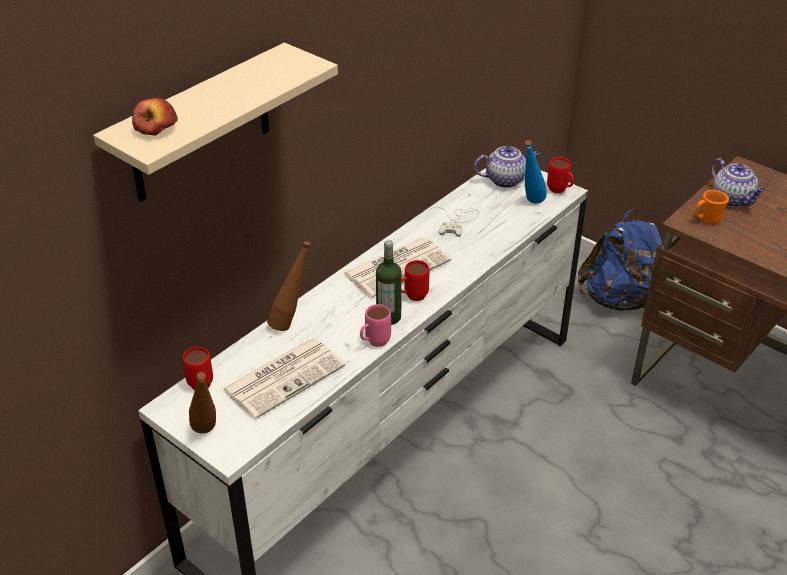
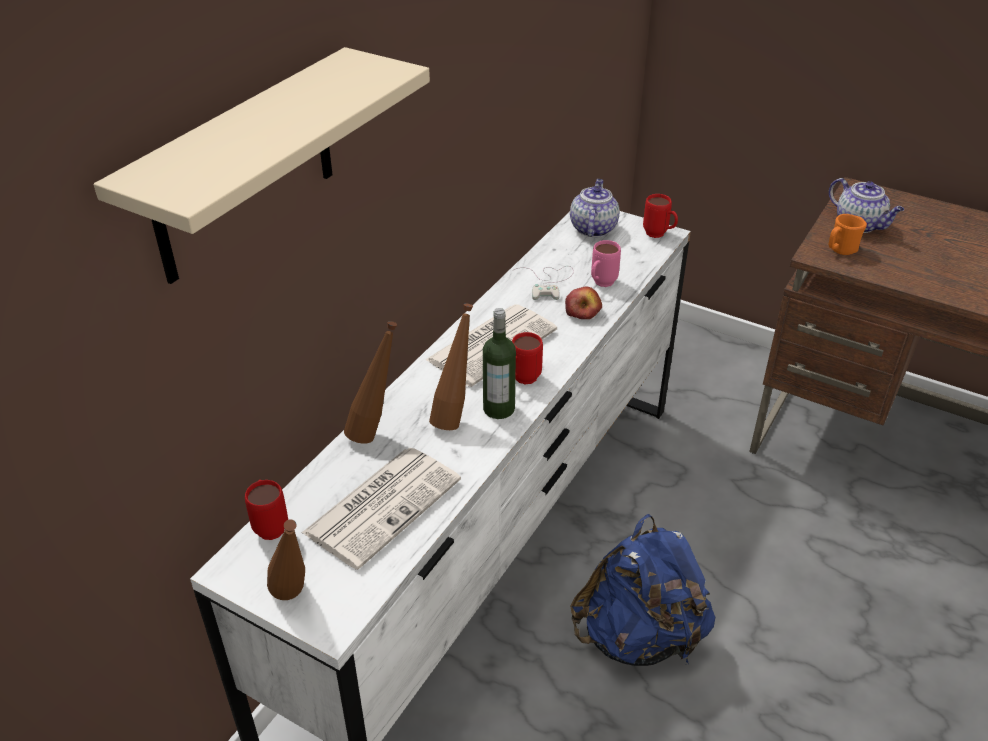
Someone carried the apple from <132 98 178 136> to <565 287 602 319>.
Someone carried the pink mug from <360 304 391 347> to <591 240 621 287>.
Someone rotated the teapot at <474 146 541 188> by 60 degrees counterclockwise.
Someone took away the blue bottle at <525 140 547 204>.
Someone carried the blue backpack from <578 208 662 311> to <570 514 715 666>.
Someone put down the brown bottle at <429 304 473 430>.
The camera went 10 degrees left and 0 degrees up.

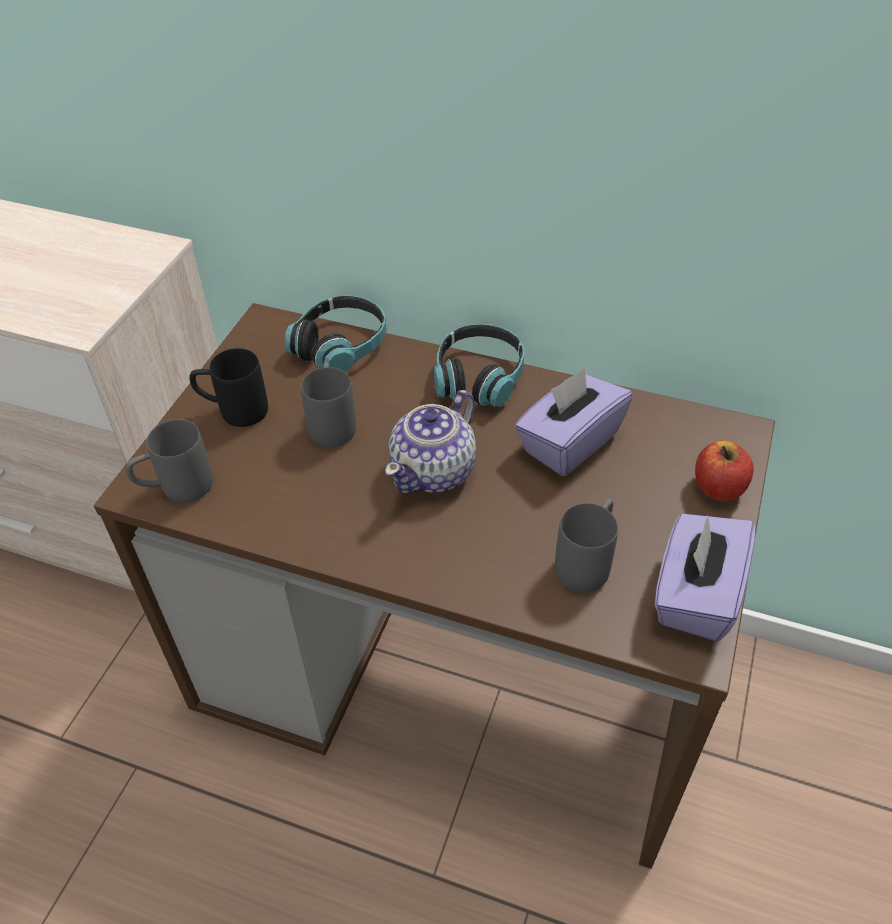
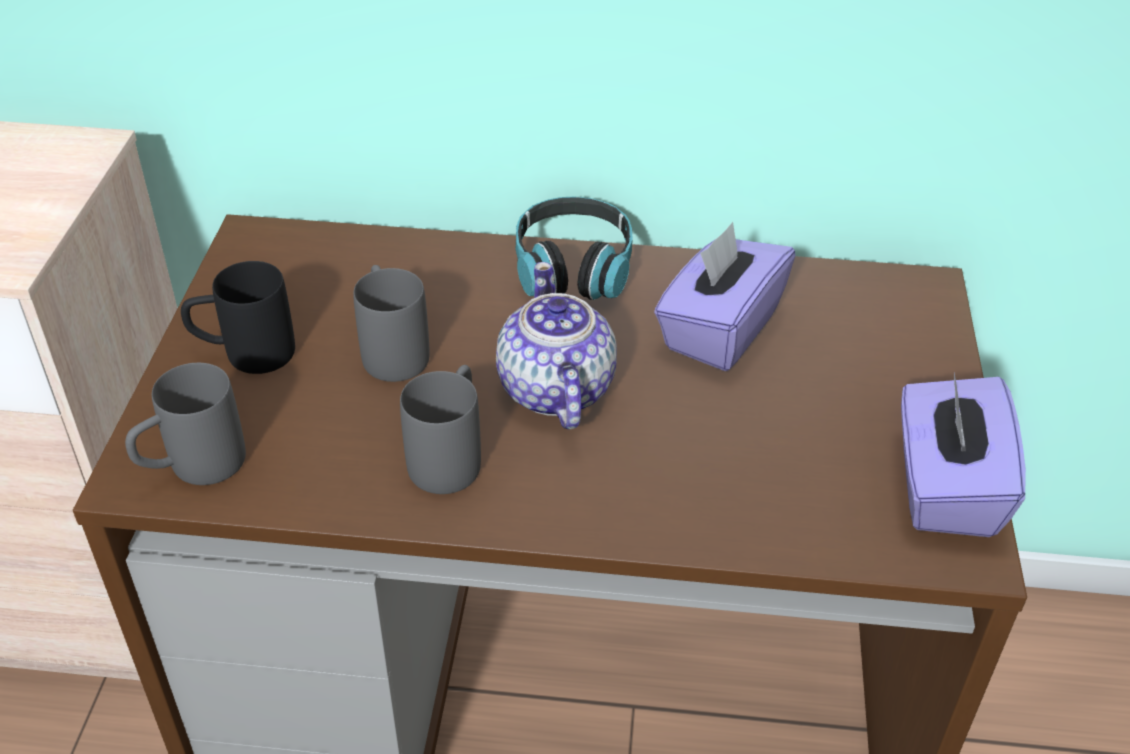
Someone took away the headphones at <285 295 387 372>.
Someone rotated the teapot at <385 390 476 494> by 150 degrees clockwise.
Someone carried the grey mug from <555 498 618 592> to <400 365 481 494>.
Someone took away the apple at <695 440 754 501>.
The camera went 15 degrees left and 5 degrees down.

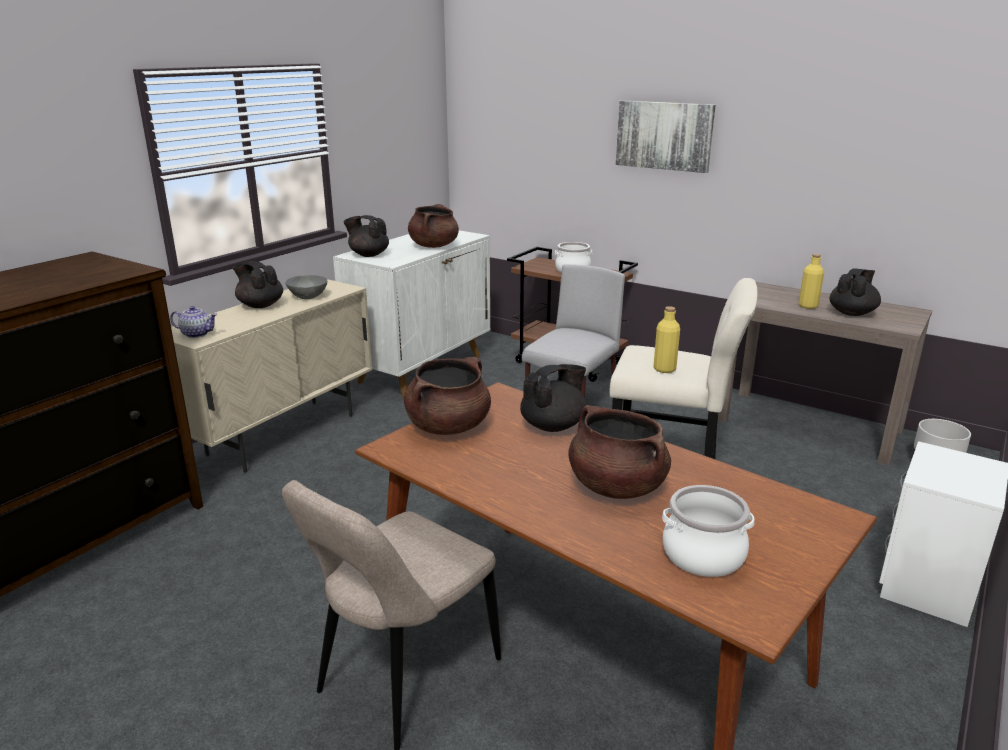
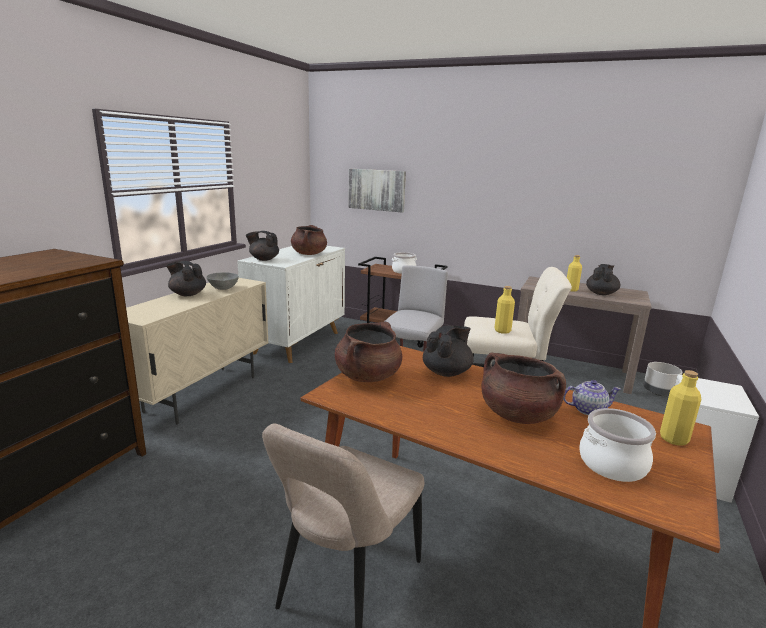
Someone carried the teapot from <170 306 218 338> to <563 380 621 415>.
Someone carried the picture from <616 100 716 173> to <348 169 406 212>.
Someone put down the yellow bottle at <660 370 701 446>.
The camera went 10 degrees left and 5 degrees down.

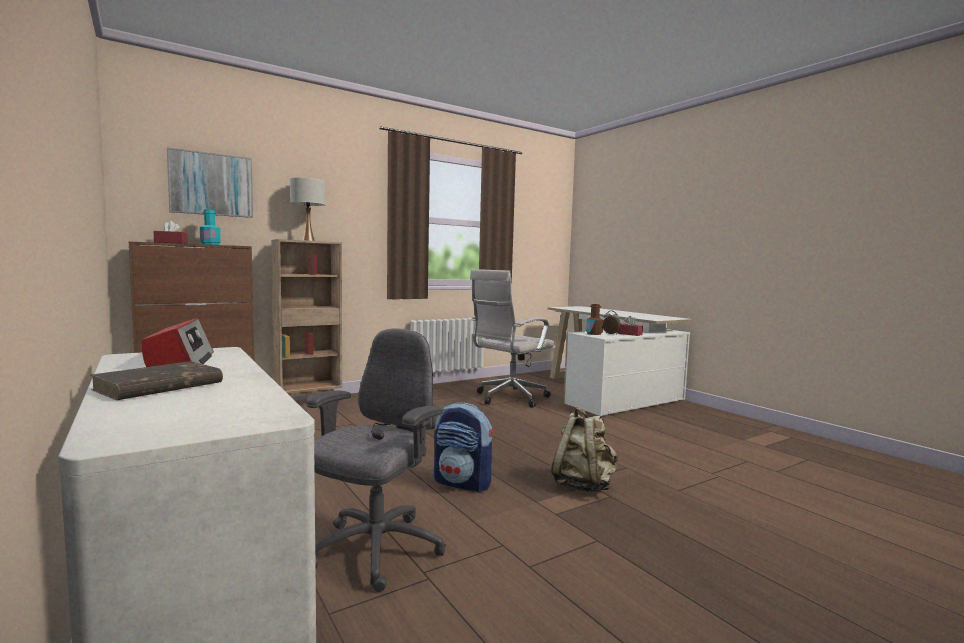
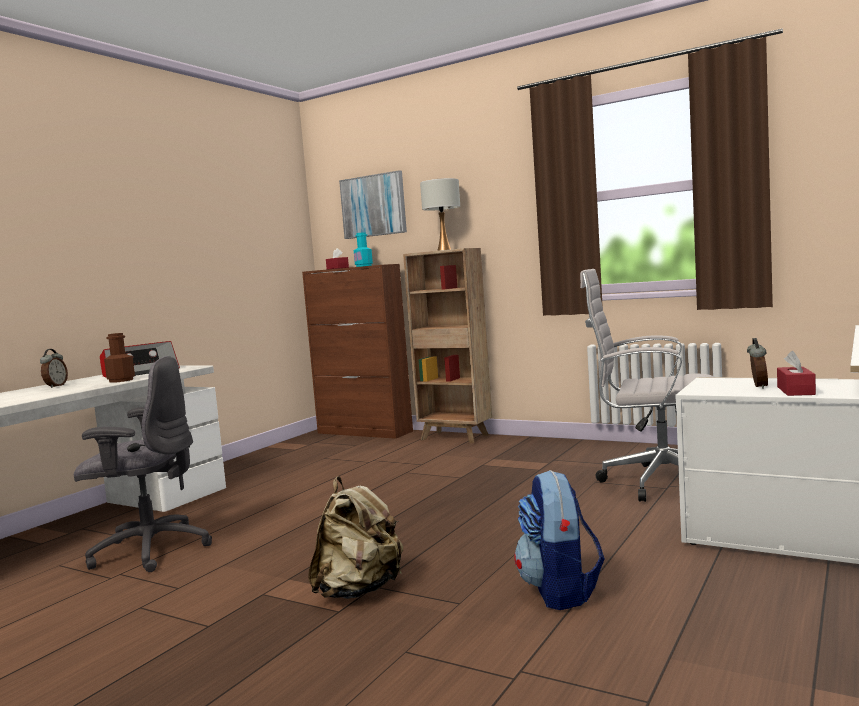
Someone swapped the brown book at <91 361 223 400> for the alarm clock at <40 349 68 388>.
Someone carried the backpack from <434 403 494 492> to <514 470 605 610>.
Someone carried the brown bottle from <586 304 603 335> to <104 333 135 383>.
The camera went 65 degrees right and 0 degrees up.

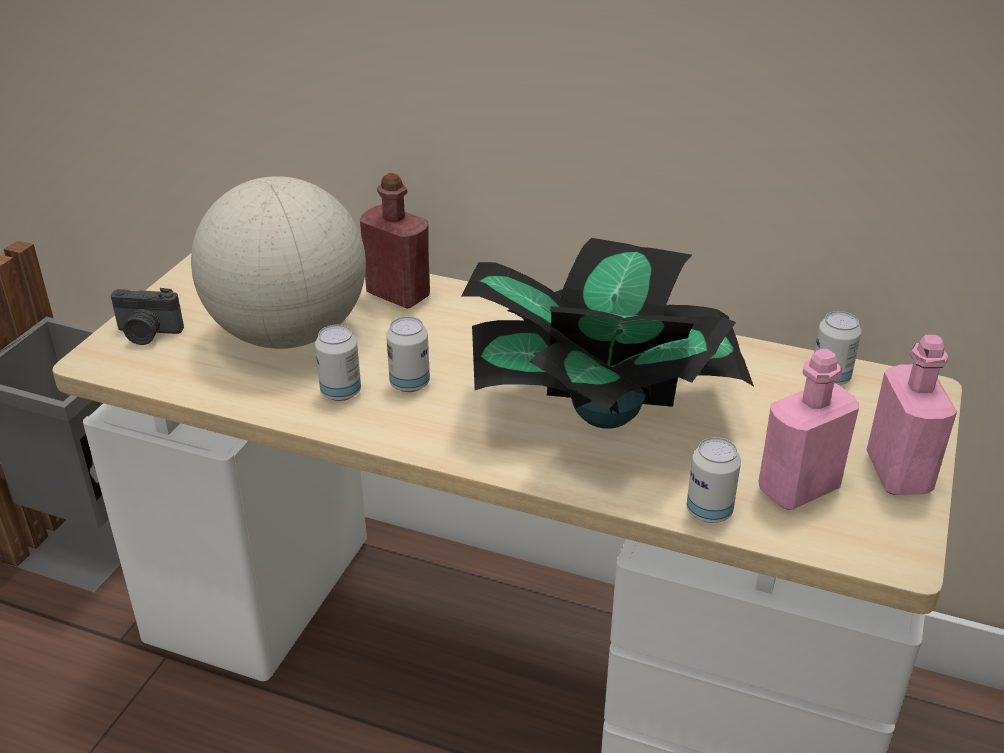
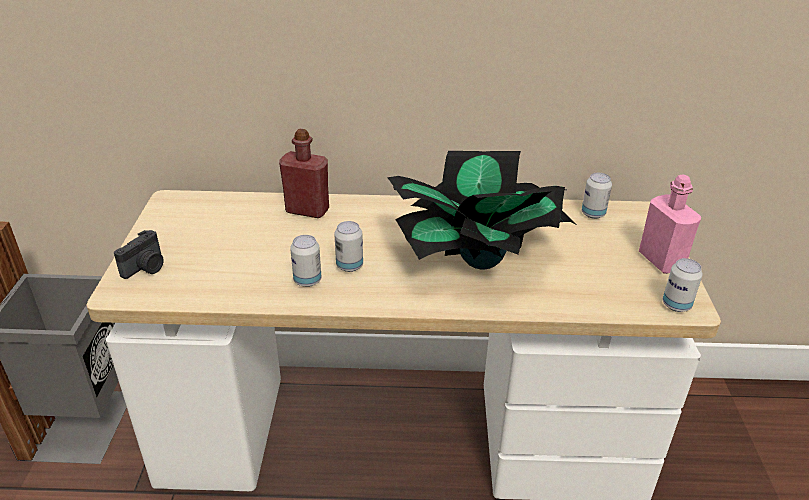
Someone rotated the photo camera at <111 288 184 345> by 45 degrees counterclockwise.
Someone took away the globe at <191 176 366 349>.
Someone carried the can from <687 437 741 523> to <663 258 703 312>.
Someone took away the pink bottle at <758 349 859 510>.
The camera went 20 degrees left and 0 degrees up.

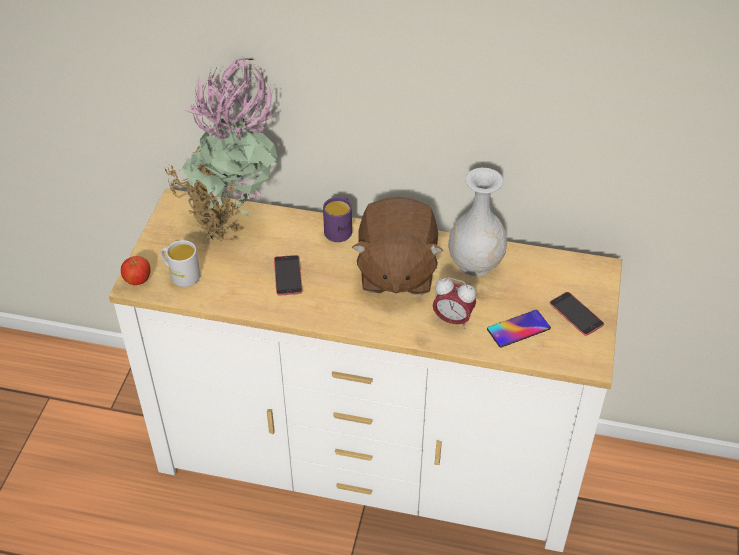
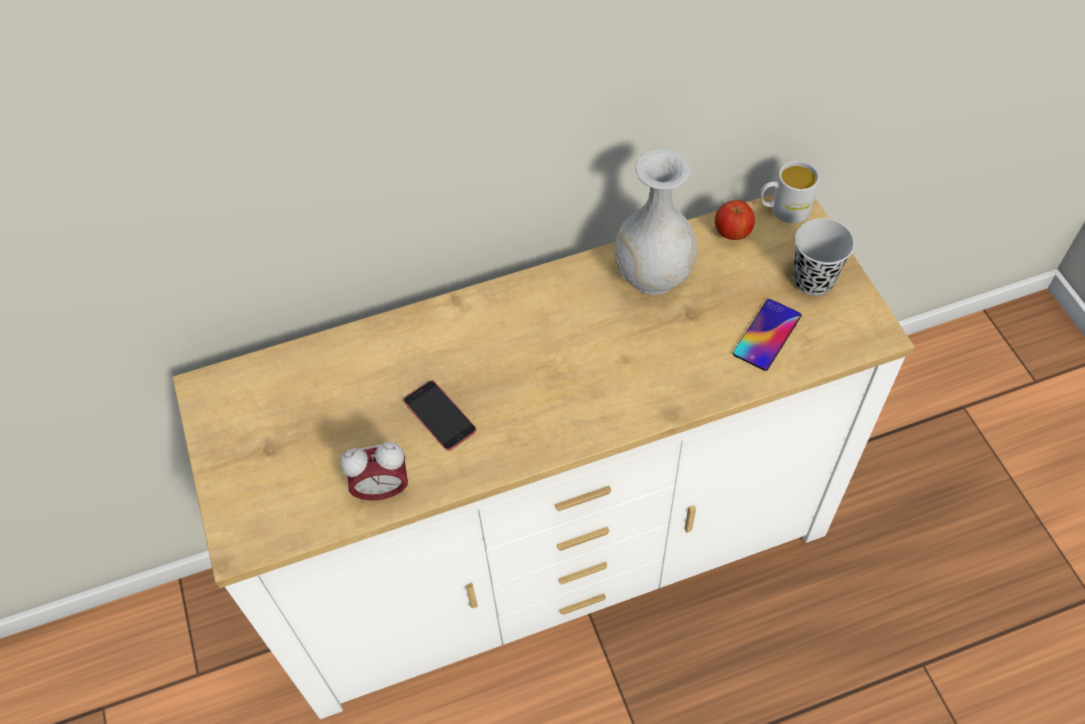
Someone carried the apple from <121 256 151 285> to <715 200 755 240>.
Someone carried the white mug from <161 240 200 287> to <760 161 819 223>.
Someone took away the potted plant at <165 58 278 242>.
Someone took away the purple mug at <323 197 352 242>.
Someone took away the brown plush toy at <352 197 443 295>.
Someone carried the alarm clock from <433 277 476 329> to <340 442 408 503>.
Someone swapped the phone at <550 292 604 336> for the black cup at <793 218 855 296>.
The camera went 30 degrees left and 10 degrees up.

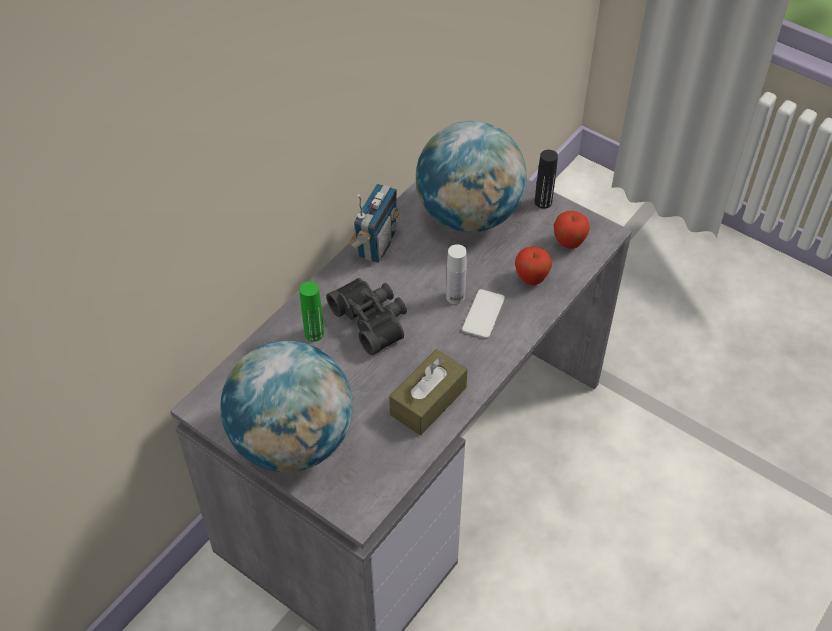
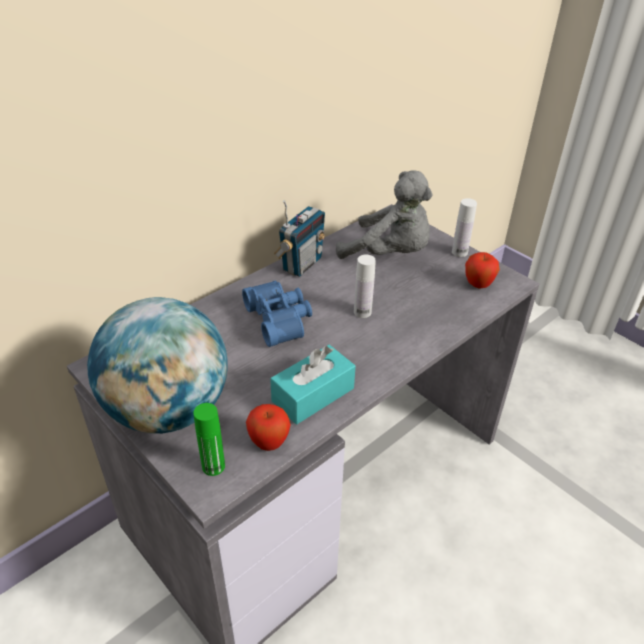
Someone carried the green bottle from <299 281 324 342> to <193 403 225 476>.
Someone repainted the black binoculars at <326 278 407 355>, which became the blue binoculars at <242 281 312 347>.
Someone repainted the brown tissue box at <389 349 467 435>, which became the turquoise tissue box at <270 345 356 424>.
Someone swapped the globe at <416 121 527 232> for the grey plush toy at <336 170 432 259>.
Someone took away the phone at <462 289 505 338>.
Someone carried the apple from <515 247 552 285> to <246 404 291 451>.
Someone repainted the black bottle at <535 150 558 209>, which became the white bottle at <452 198 477 257>.
The camera went 10 degrees right and 10 degrees down.

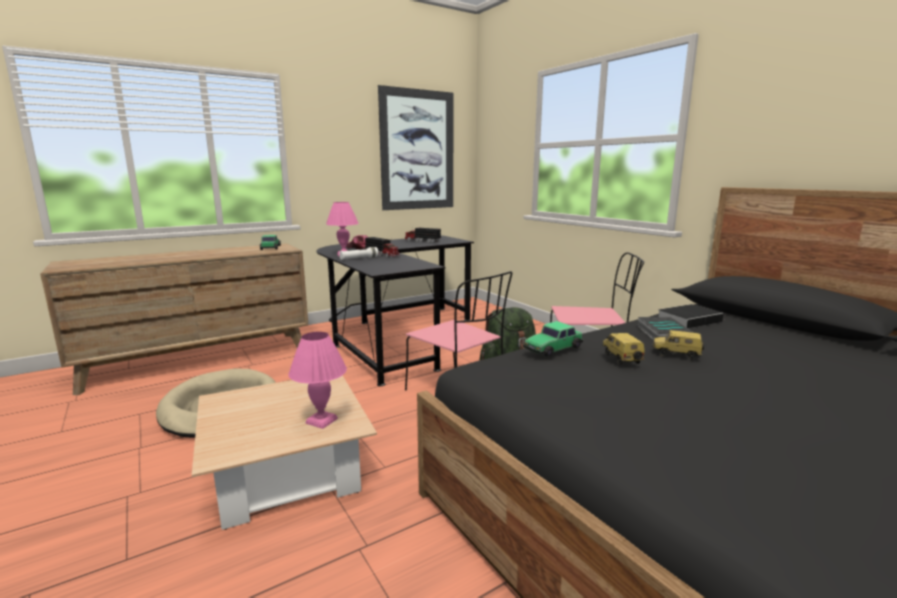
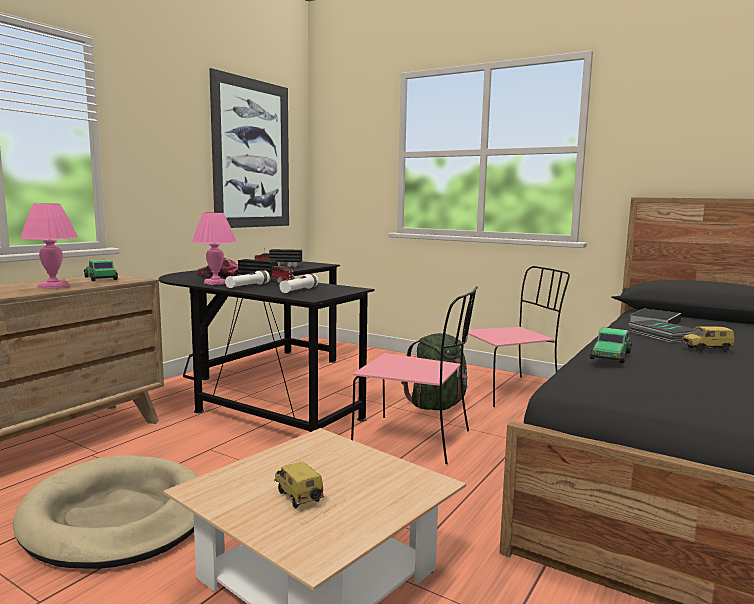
Someone carried the pink table lamp from <288 332 347 429> to <20 203 78 289>.
Someone carried the toy car from <602 333 645 365> to <274 461 324 509>.
Someone put down the white flashlight at <279 274 318 293>.
The camera went 25 degrees left and 5 degrees down.

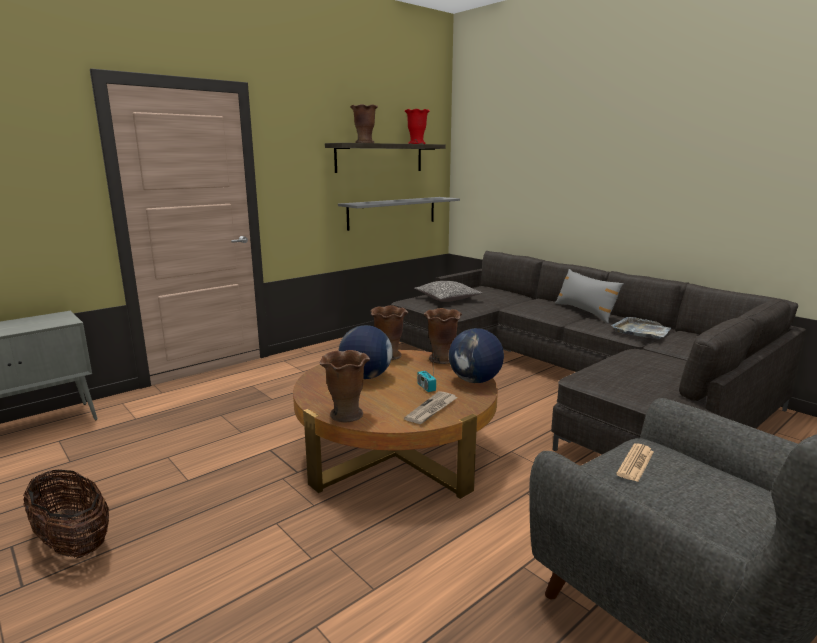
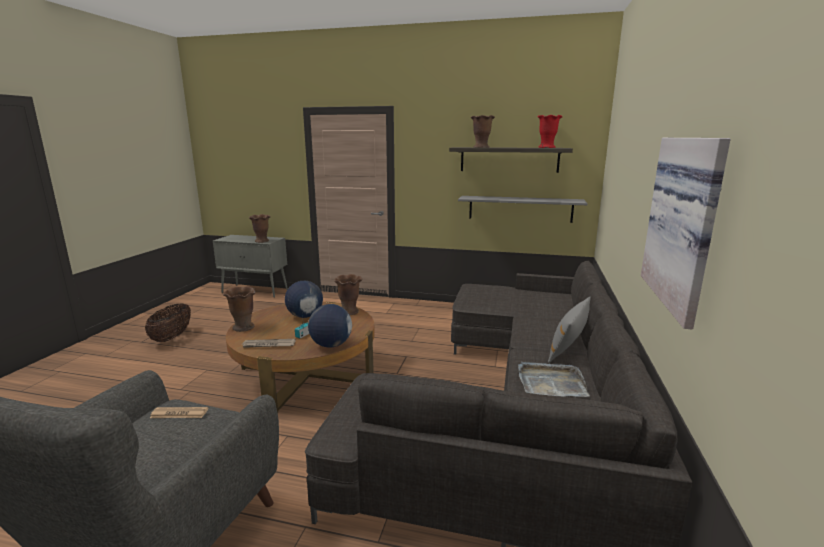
Someone took away the pillow at <414 281 483 302>.
Someone carried the brown vase from <423 308 462 364> to <249 214 271 243>.
Someone put up the picture at <641 138 730 329>.
The camera went 55 degrees right and 0 degrees up.

